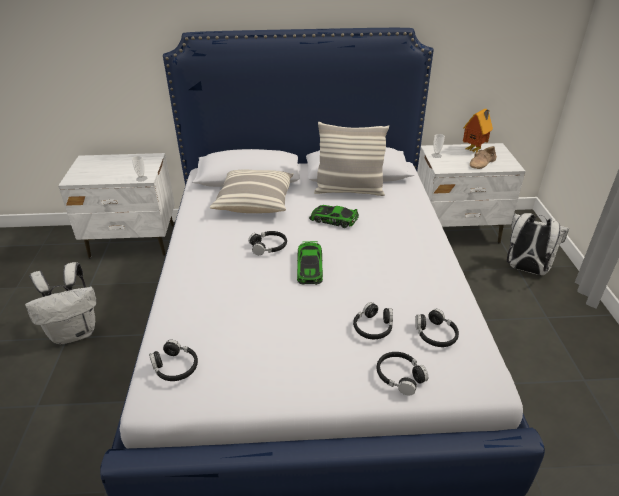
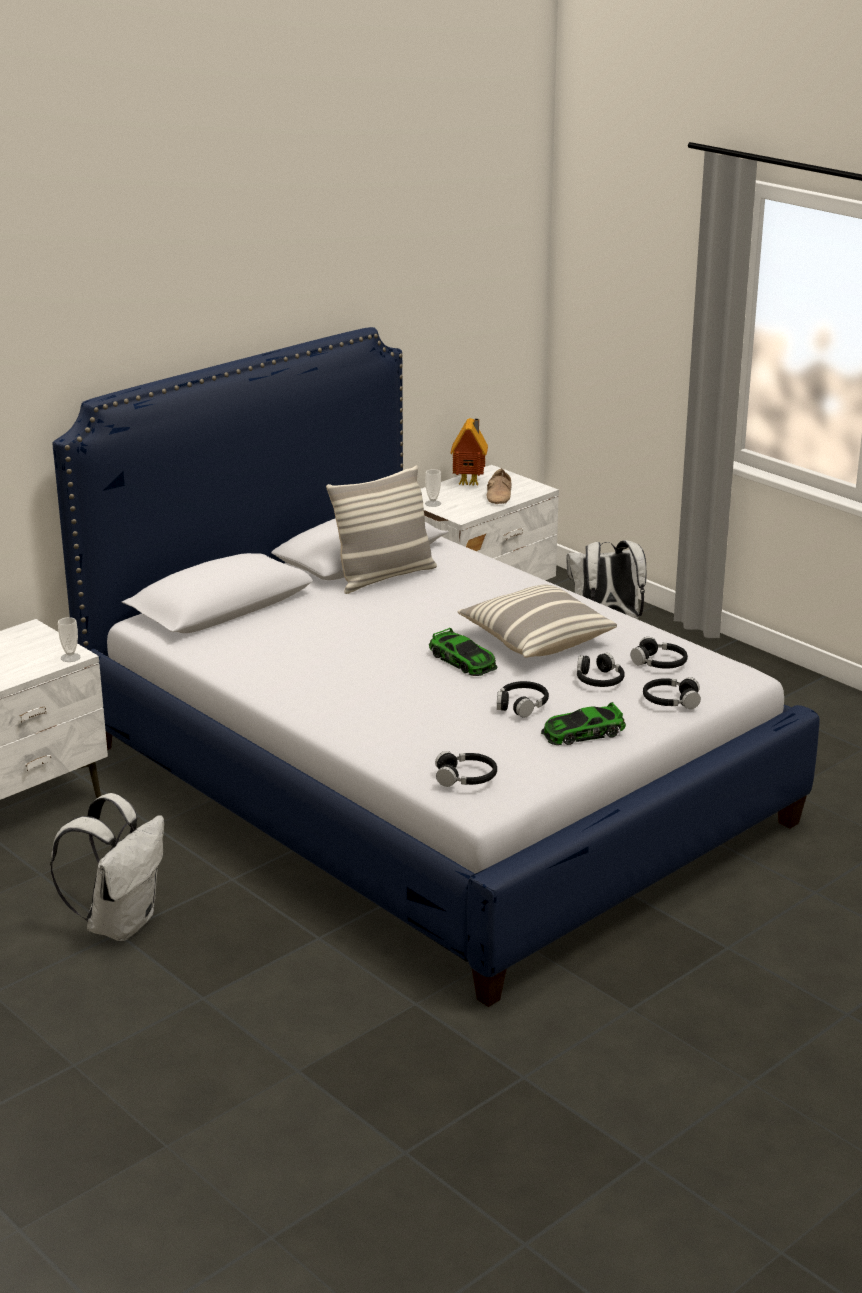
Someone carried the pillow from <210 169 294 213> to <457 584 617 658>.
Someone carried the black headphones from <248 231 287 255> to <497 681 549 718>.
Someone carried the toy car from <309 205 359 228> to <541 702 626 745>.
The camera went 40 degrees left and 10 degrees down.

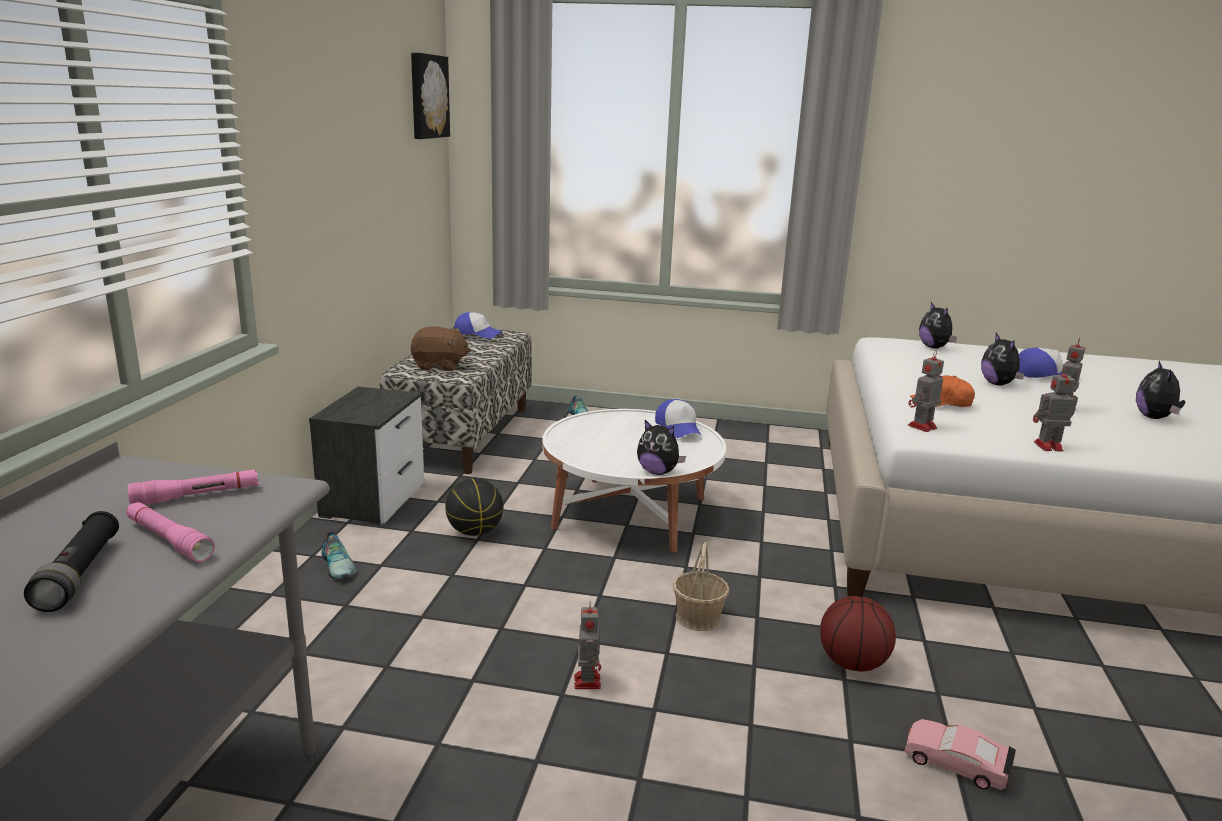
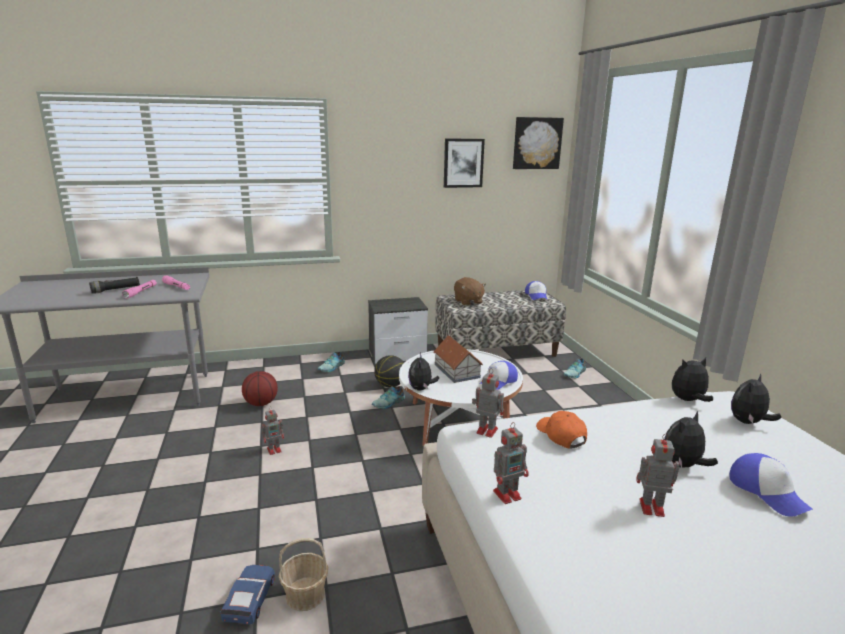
Someone carried the basket from <673 542 730 631> to <279 538 328 611>.
Someone carried the basketball from <820 596 896 672> to <242 371 278 406>.
Someone repainted the pink toy car at <904 719 1016 790>, which became the blue toy car at <220 565 275 624>.
Someone rotated the toy robot at <1033 367 1078 452> by 90 degrees clockwise.
Someone carried the plush toy from <1136 361 1185 419> to <672 358 713 402>.
Someone put down the shoe at <372 386 405 409>.
Someone put down the toy house at <433 335 483 383>.
Someone put up the picture at <444 139 485 188>.
The camera went 65 degrees right and 0 degrees up.

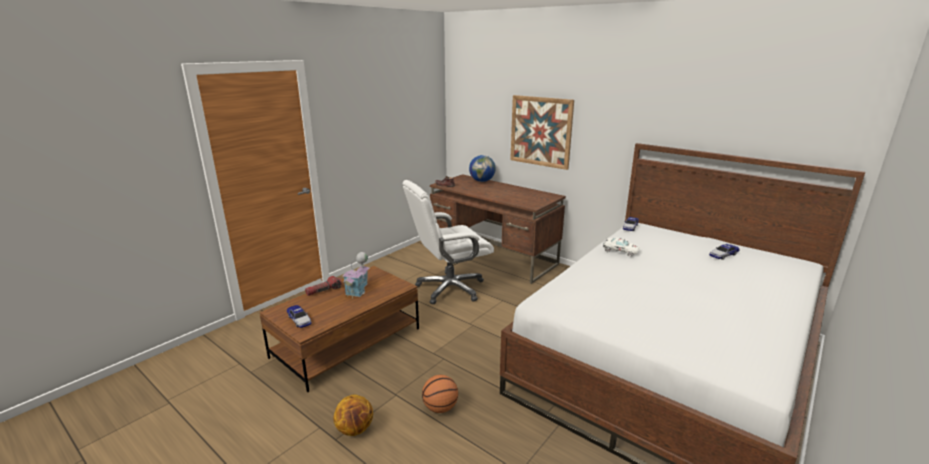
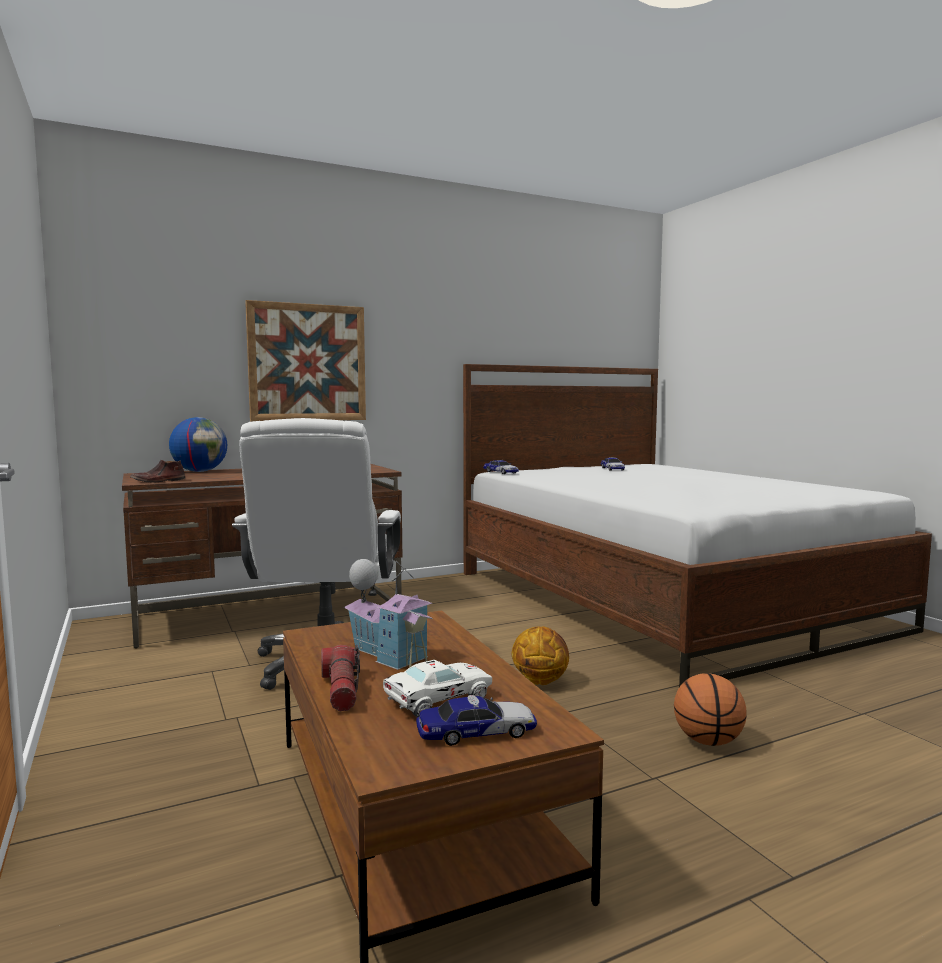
Someone carried the basketball from <333 395 373 436> to <511 626 569 685>.
Someone carried the white toy car from <603 238 640 257> to <383 660 492 717>.
The camera went 65 degrees left and 15 degrees down.

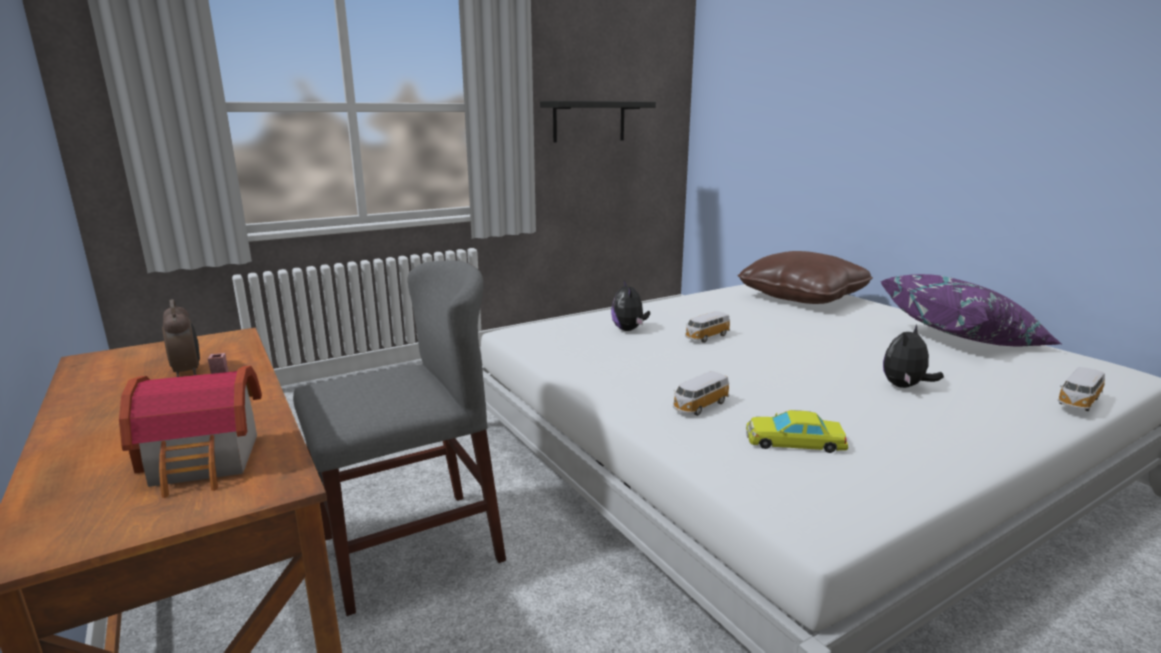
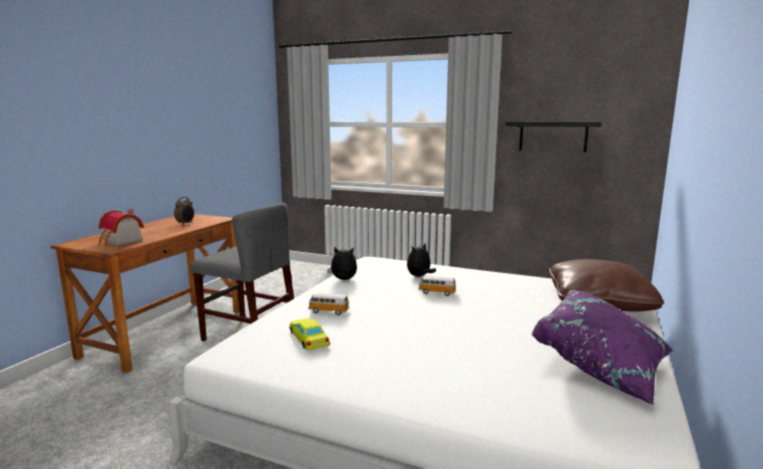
Someone carried the plush toy from <883 325 944 388> to <327 247 357 280>.
Someone took away the toy car at <1058 367 1105 411>.
The camera went 55 degrees right and 5 degrees down.

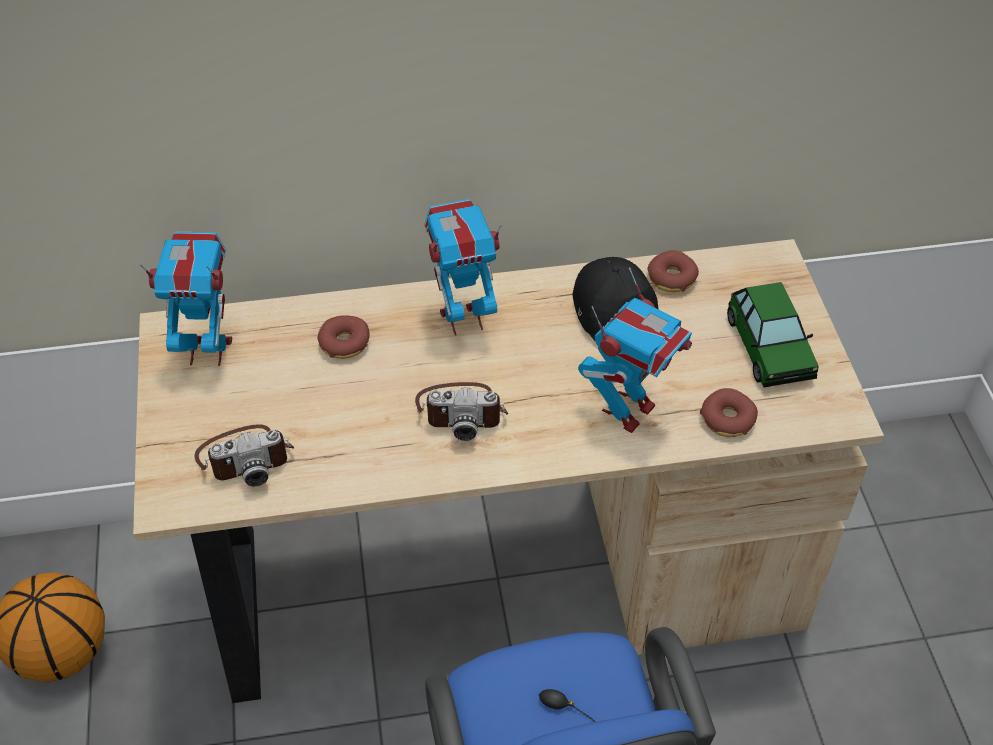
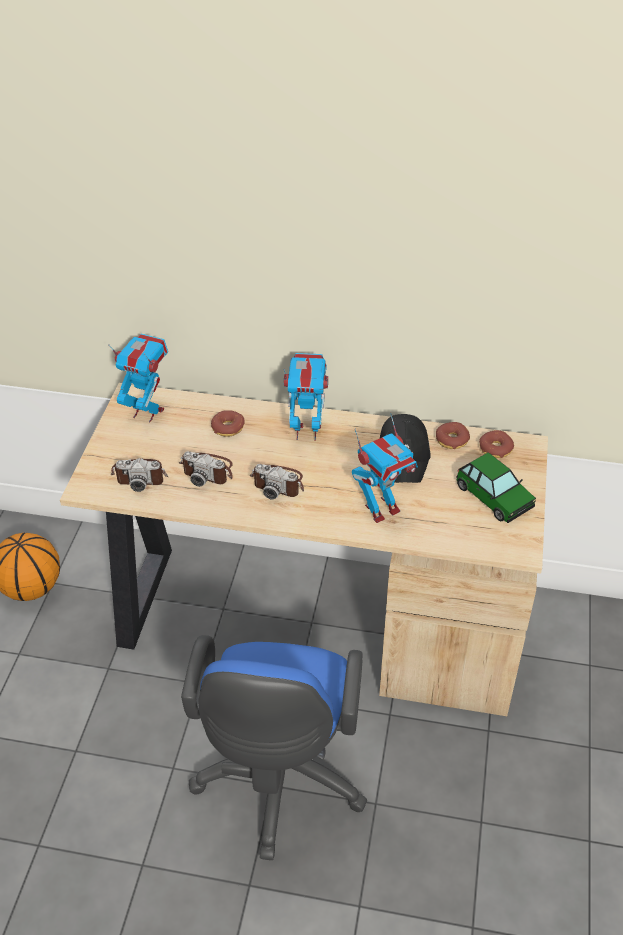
Someone carried the donut from <700 388 758 437> to <479 430 514 458>.
Someone rotated the toy car at <727 282 819 387> by 45 degrees counterclockwise.
Someone put down the photo camera at <179 451 233 487>.
The camera went 20 degrees right and 5 degrees down.

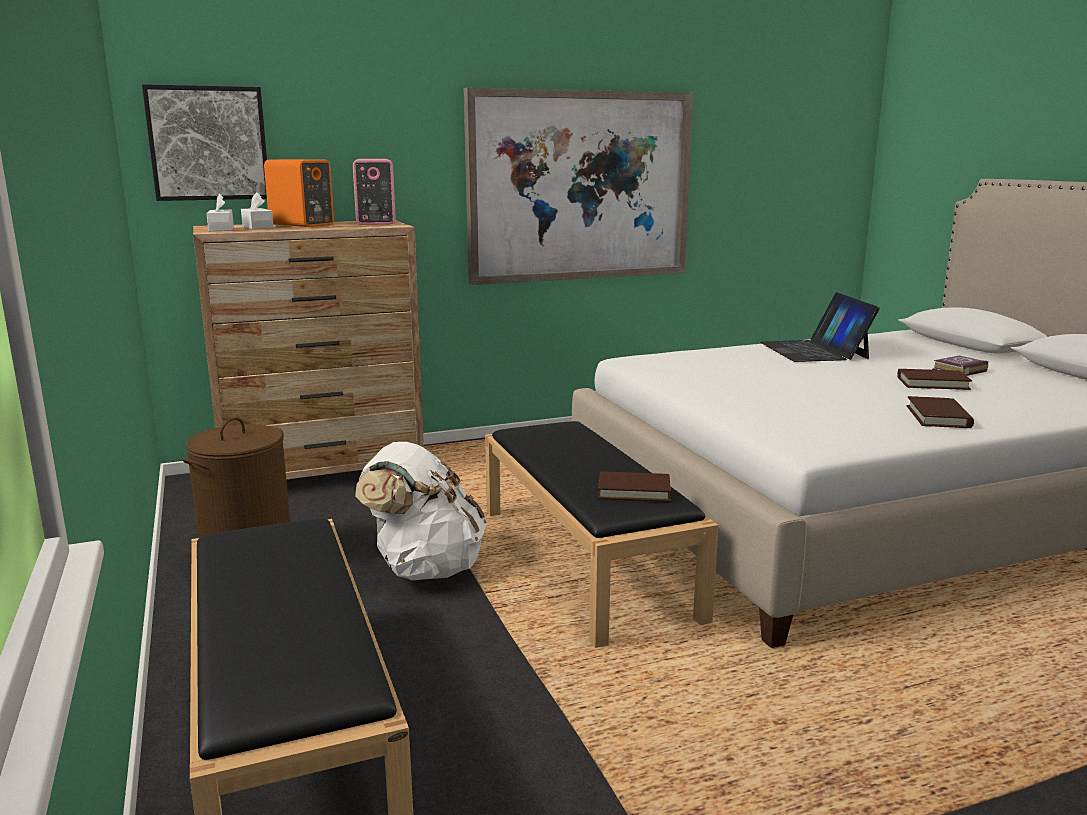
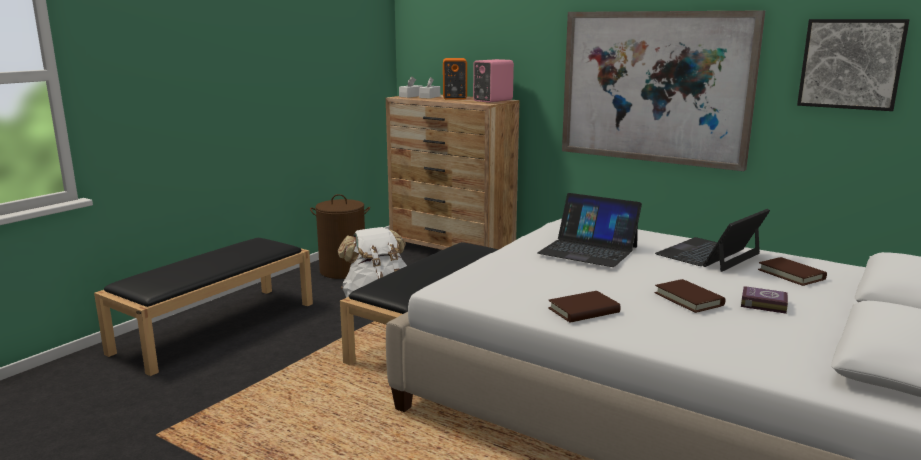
Someone carried the picture from <142 84 267 201> to <797 19 910 111>.
Someone carried the brown book from <598 471 671 502> to <758 257 827 286>.
Someone put down the laptop at <537 193 642 267>.
The camera went 55 degrees right and 0 degrees up.

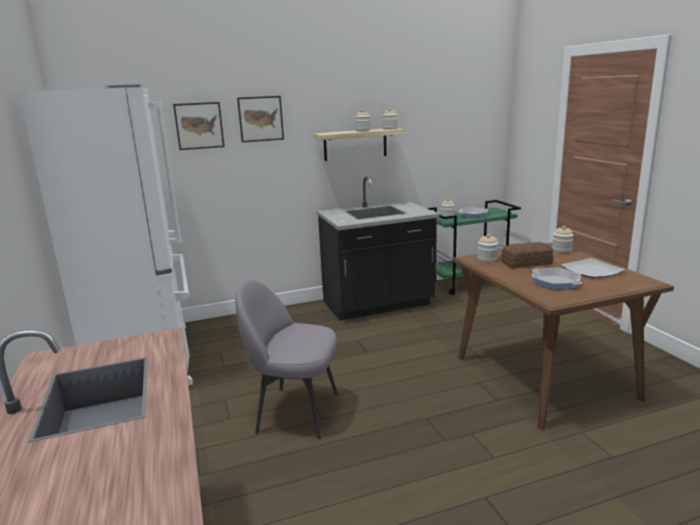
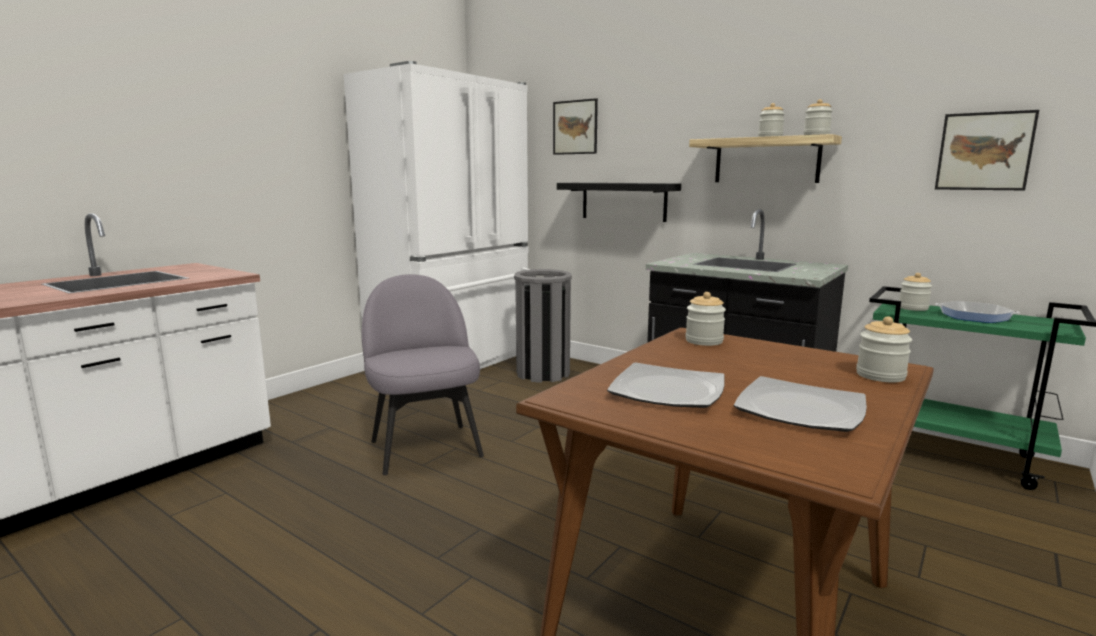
Someone carried the picture from <237 96 284 142> to <935 110 1039 190>.
Someone took away the bread at <501 242 554 269>.
Someone swapped the frying pan at <532 268 582 290> for the plate at <607 363 724 408>.
Someone put down the grey trash can at <514 269 572 383>.
Someone put up the black shelf at <557 183 681 222>.
The camera went 55 degrees right and 5 degrees down.

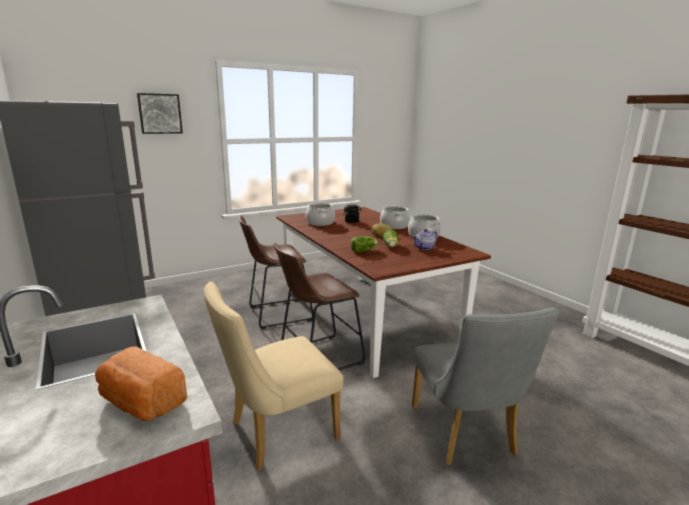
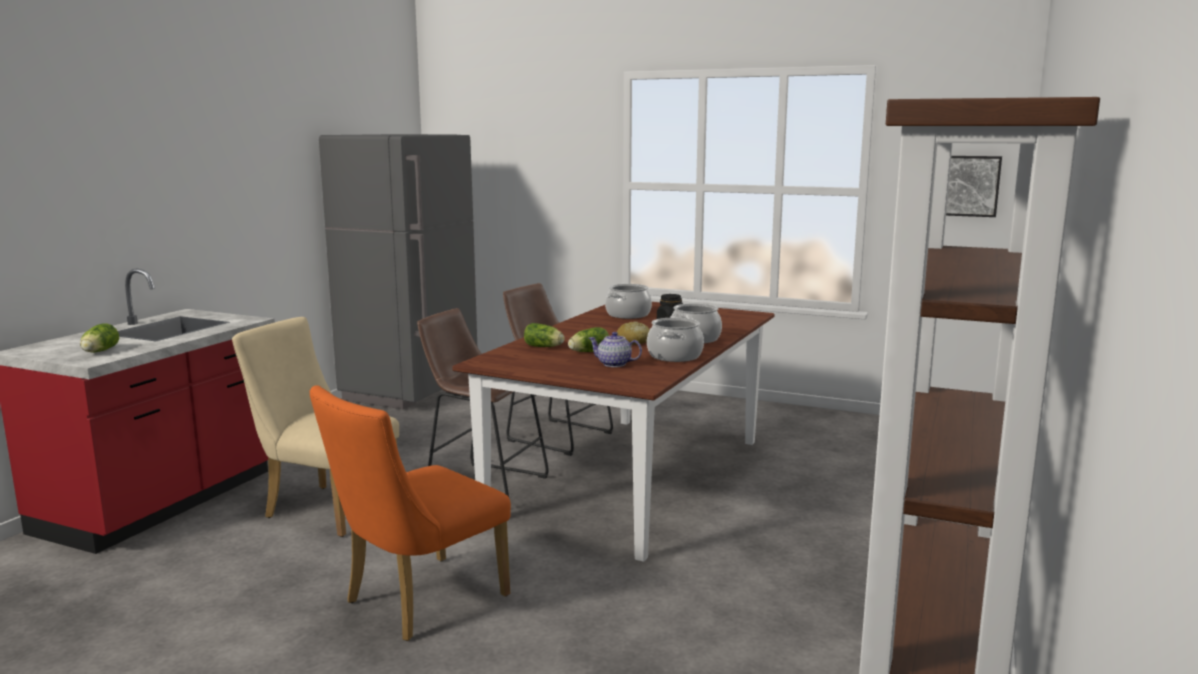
Someone swapped the bread at <95 346 187 421> for the lettuce at <80 324 119 353>.
Someone carried the picture from <137 93 183 134> to <946 156 1002 217>.
Someone repainted the grey chair at <412 307 559 465>, which became the orange chair at <310 385 511 641>.
The camera went 55 degrees right and 5 degrees down.

